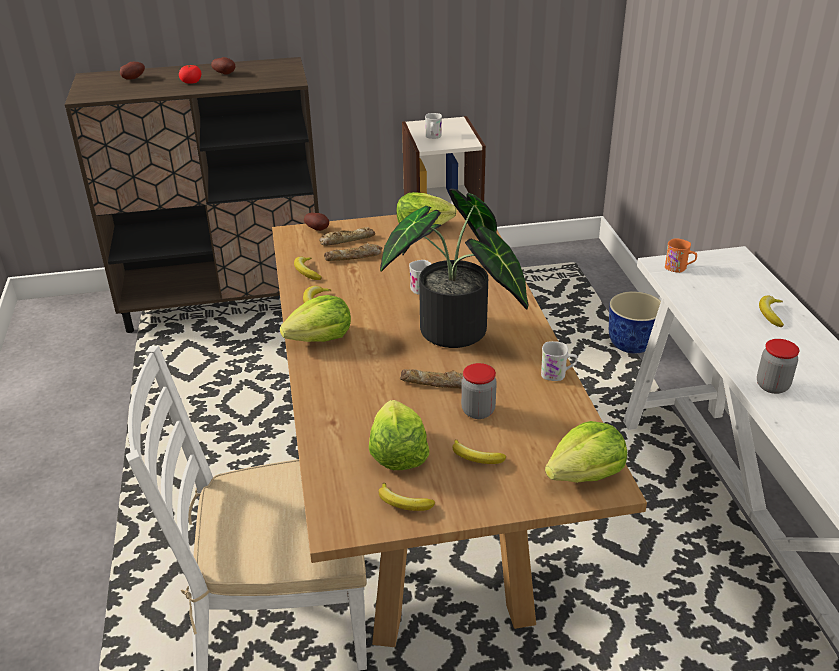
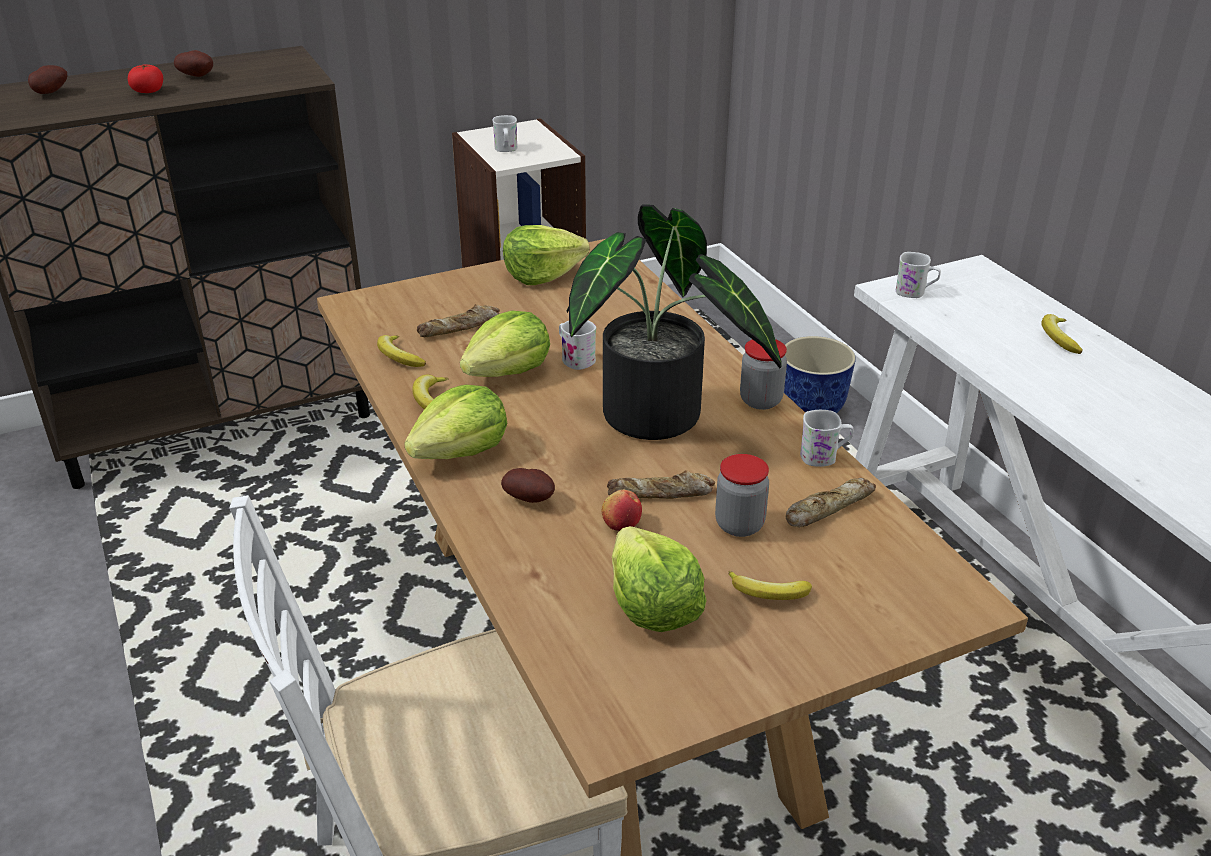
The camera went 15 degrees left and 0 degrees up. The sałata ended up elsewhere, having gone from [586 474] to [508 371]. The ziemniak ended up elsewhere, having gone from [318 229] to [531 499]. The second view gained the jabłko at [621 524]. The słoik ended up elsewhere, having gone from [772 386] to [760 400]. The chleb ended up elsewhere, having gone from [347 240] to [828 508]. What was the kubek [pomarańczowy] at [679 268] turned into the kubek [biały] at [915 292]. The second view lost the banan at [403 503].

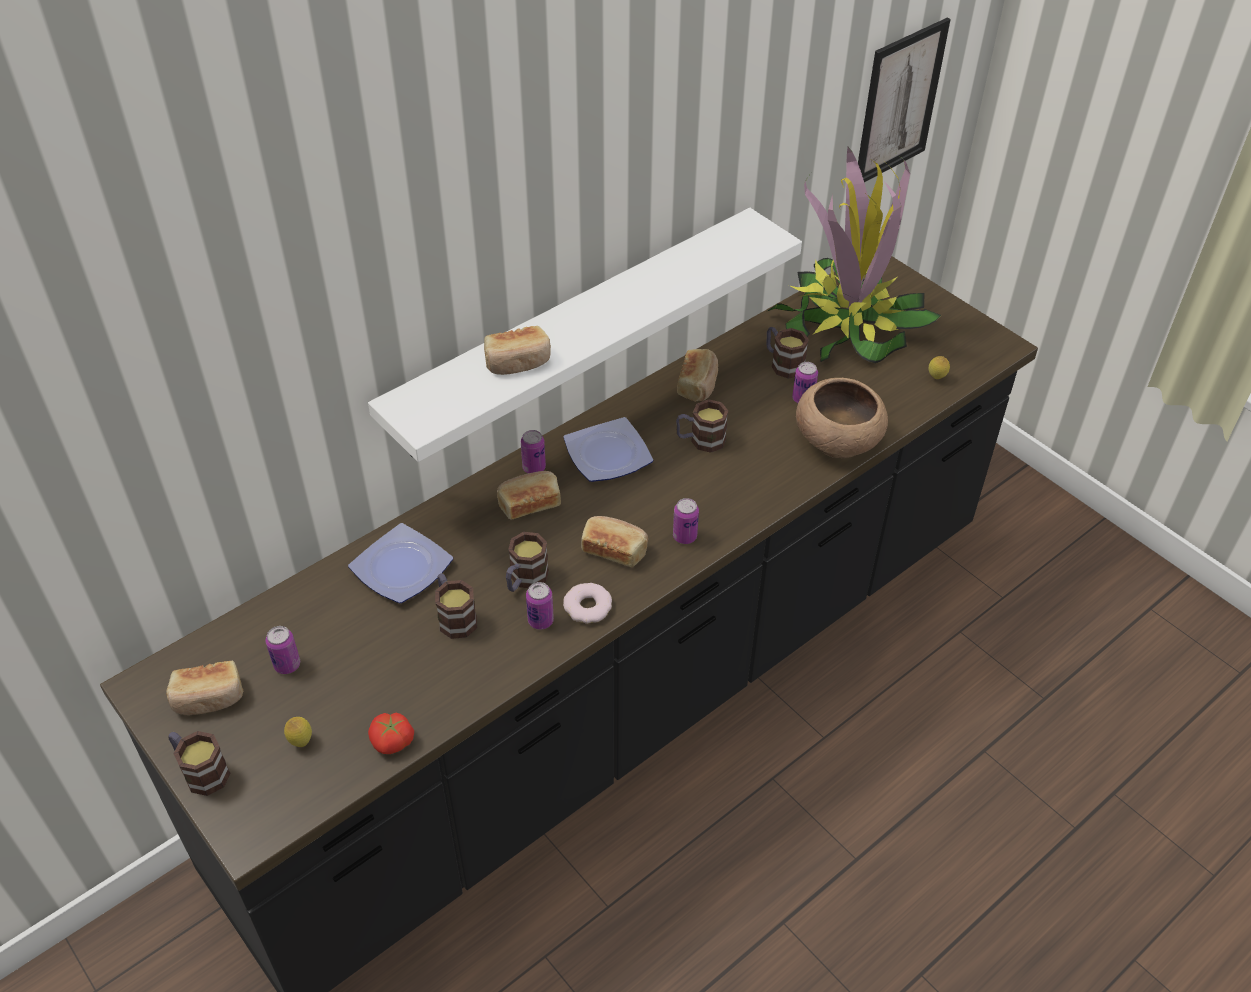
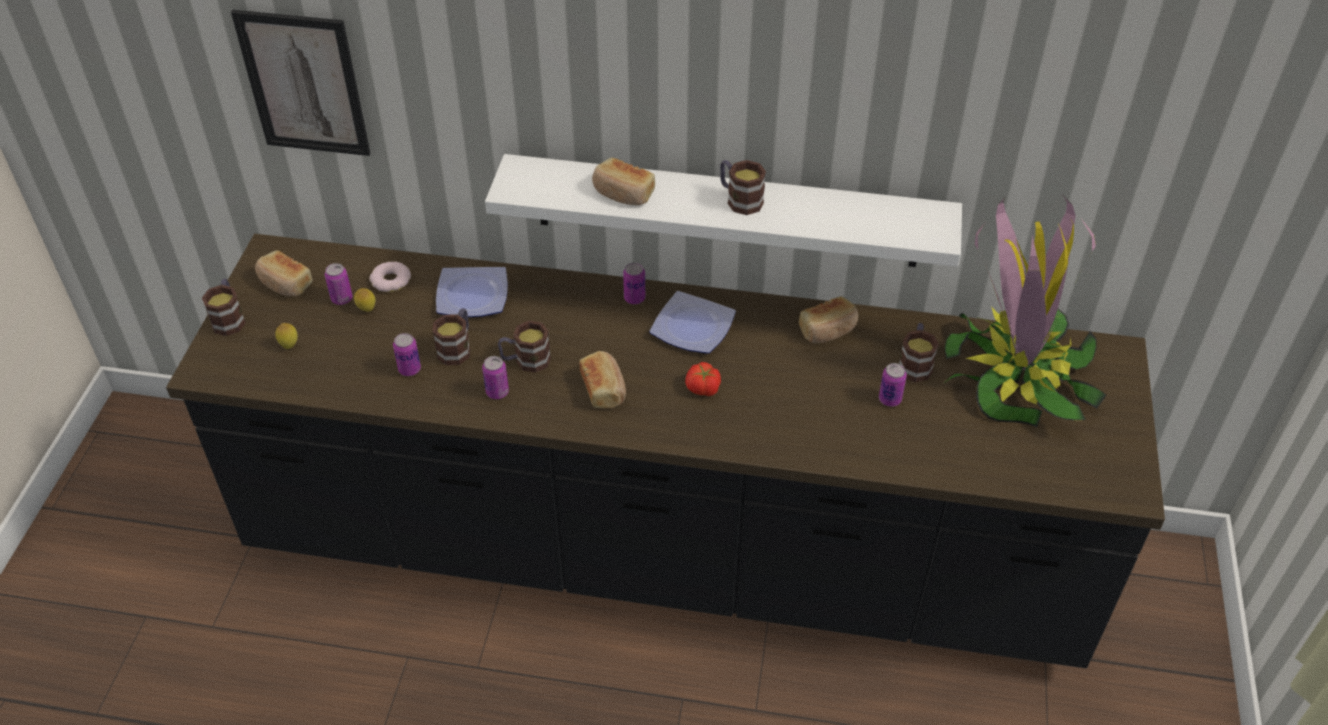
The camera went 50 degrees right and 0 degrees up. The obraz ended up elsewhere, having gone from [899 102] to [304 84]. The cytryna ended up elsewhere, having gone from [936 378] to [367 310]. The donut ended up elsewhere, having gone from [588 607] to [391 280]. The puszka ended up elsewhere, having gone from [684 536] to [409 369]. The pomidor ended up elsewhere, having gone from [392 741] to [703 388]. The kubek ended up elsewhere, having gone from [700 440] to [739 199]. The second view lost the chleb at [529 503]. The second view lost the miska [brązowy] at [838 439].

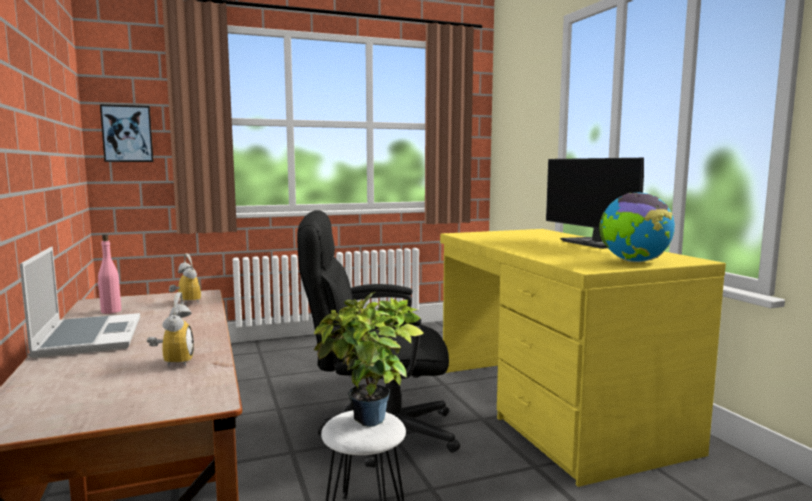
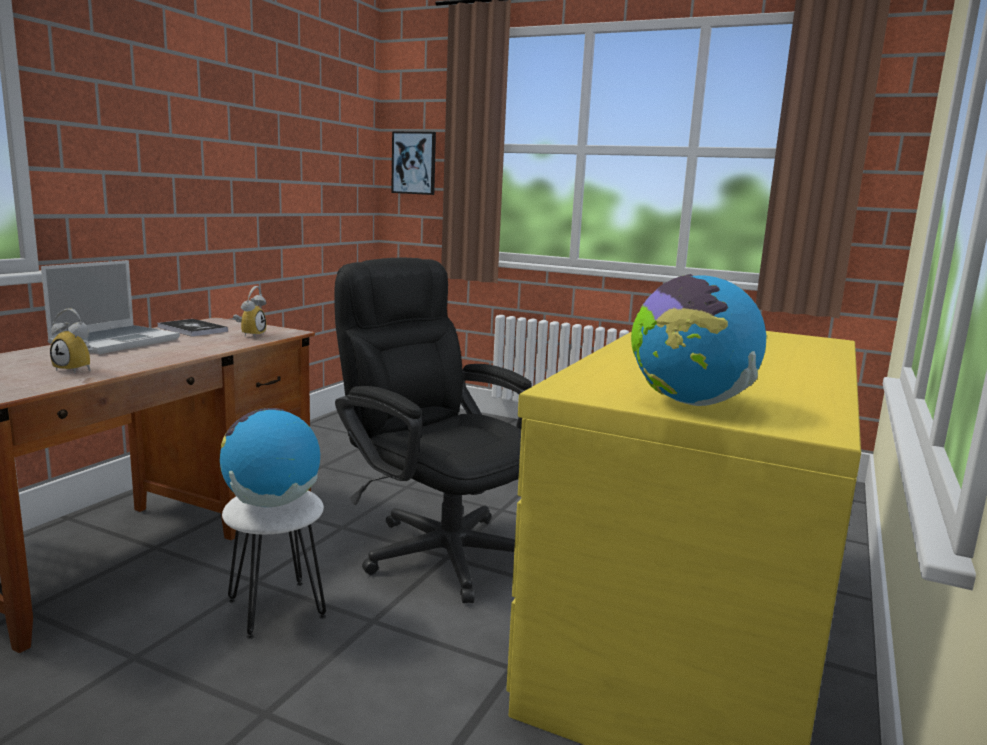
The camera went 45 degrees right and 5 degrees up. The budzik at [173 362] ended up facing another way, 75 degrees clockwise from before. Where the butelka [różowy] stood at [111 311], the książka came to stand at [192 329]. Where the roślina doniczkowa stood at [370 424], the globus came to stand at [272 503]. The second view lost the monitor at [596 243].

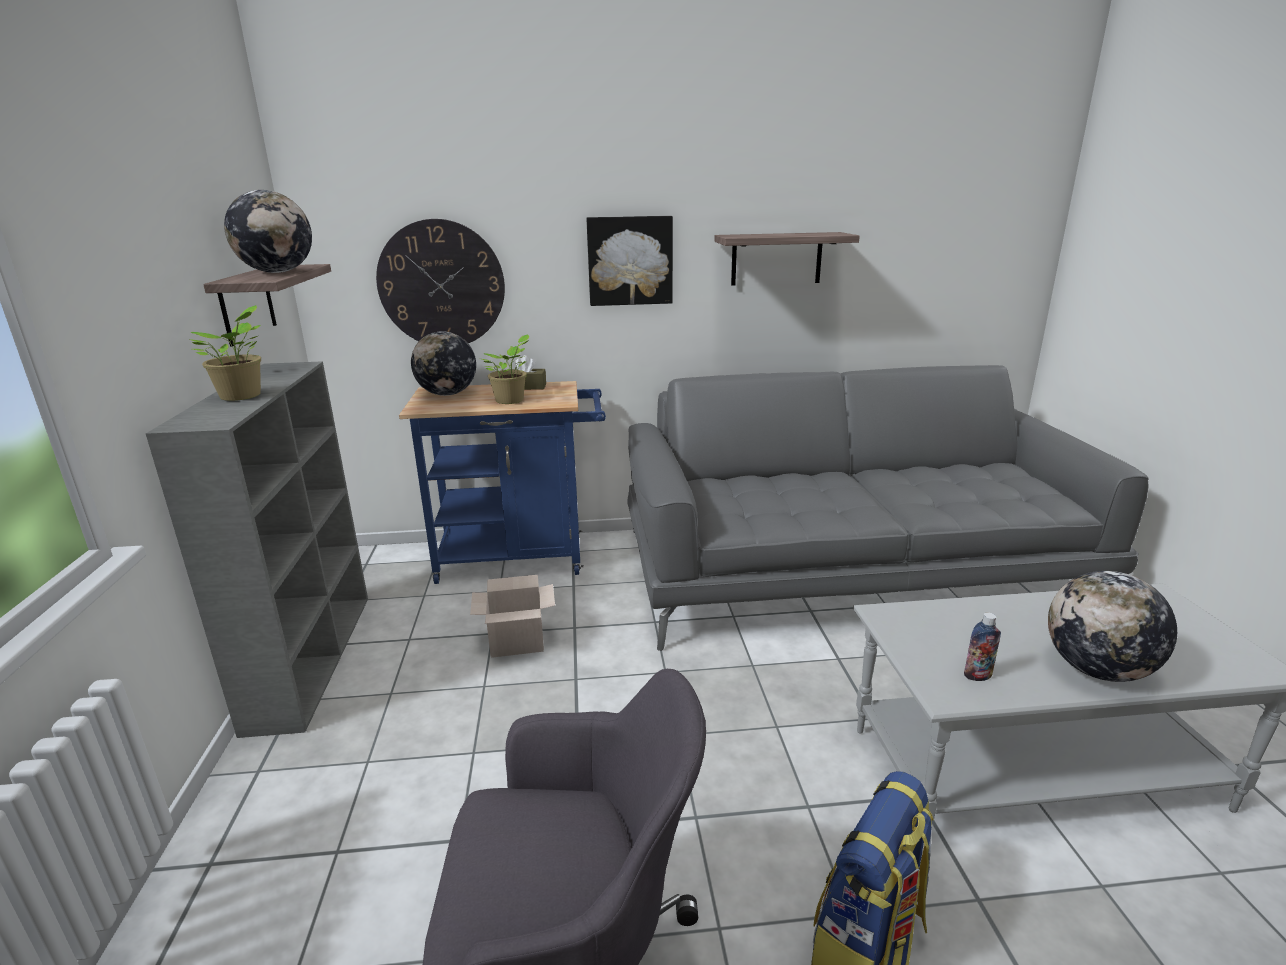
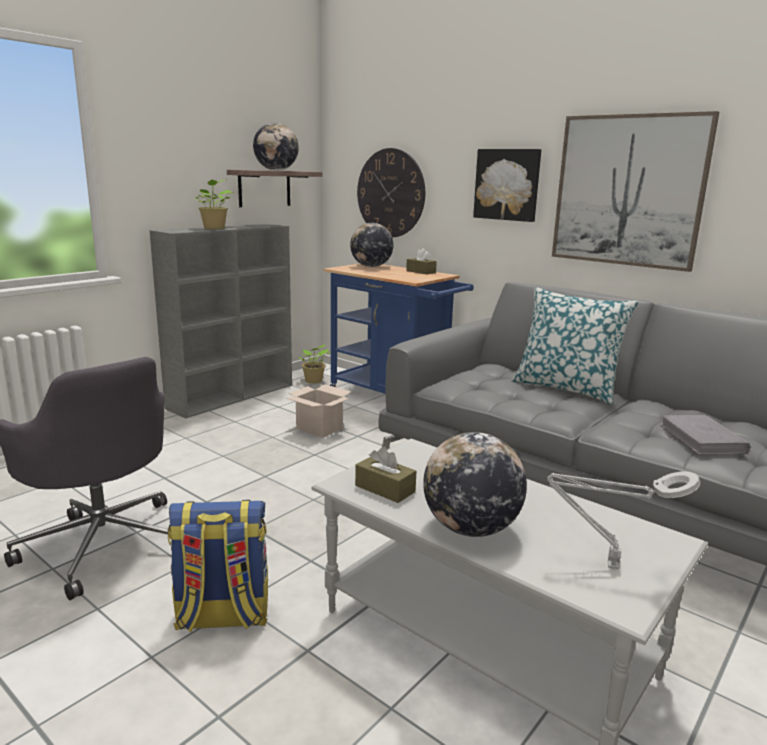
The camera went 45 degrees right and 5 degrees down. The roślina doniczkowa ended up elsewhere, having gone from [511 401] to [314 381]. Where the butelka stood at [977 675], the pudełko chusteczek [brązowy] came to stand at [385 489]. The second view gained the poduszka at [566 388]. The second view gained the lampa stołowa [szary] at [608 565]. Where the półka hung at [776 259], the obraz came to hang at [628 191]. The second view gained the książka [szary] at [702 439].

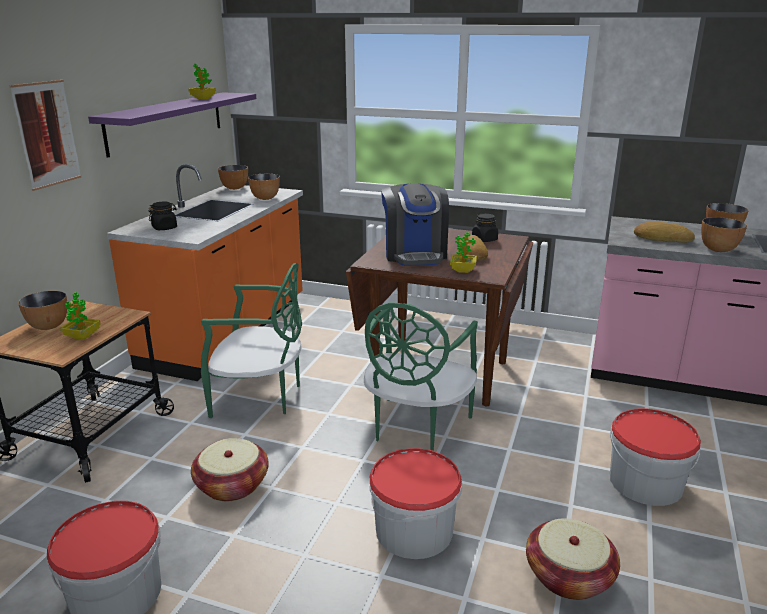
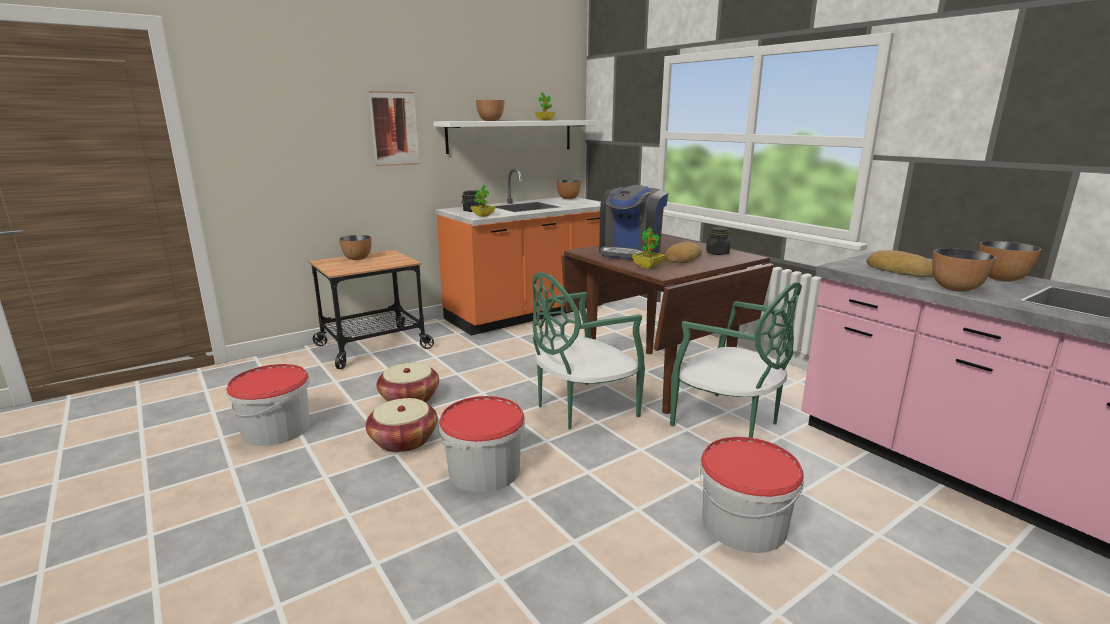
The camera went 35 degrees right and 5 degrees down. The koszyk ended up elsewhere, having gone from [568 576] to [403 440]. What was the półka [fioletowy] at [167 122] turned into the półka [biały] at [511 136]. The roślina doniczkowa ended up elsewhere, having gone from [82 336] to [483 215]. The miska ended up elsewhere, having gone from [265 198] to [490 121]. The krzesło [zielony] ended up elsewhere, having gone from [260 397] to [729 422].

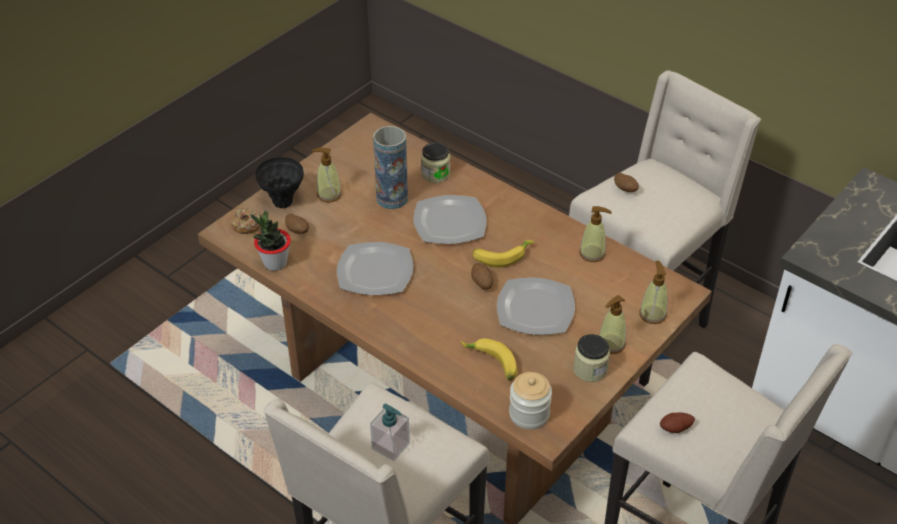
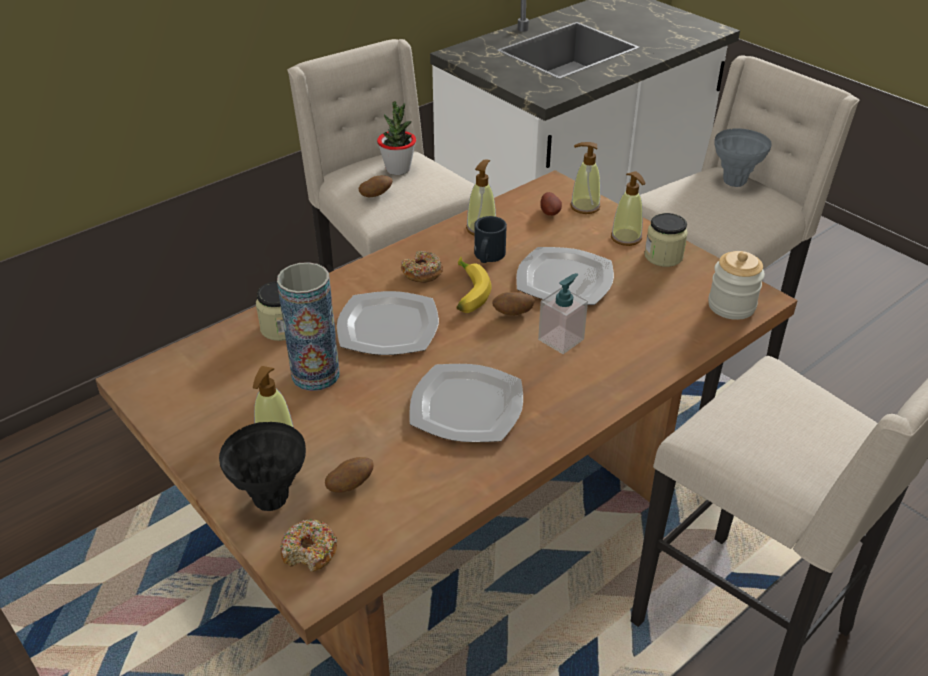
The camera went 80 degrees left and 5 degrees down. The roślina doniczkowa ended up elsewhere, having gone from [275 263] to [398 169]. The second view gained the donut at [422 273]. The second view gained the kubek [czarny] at [488 257]. The dozownik mydła ended up elsewhere, having gone from [391 446] to [561 339]. The ziemniak ended up elsewhere, having gone from [676 429] to [550 212]. The second view gained the wazon [szary] at [734 182]. The second view lost the banan at [490 364].

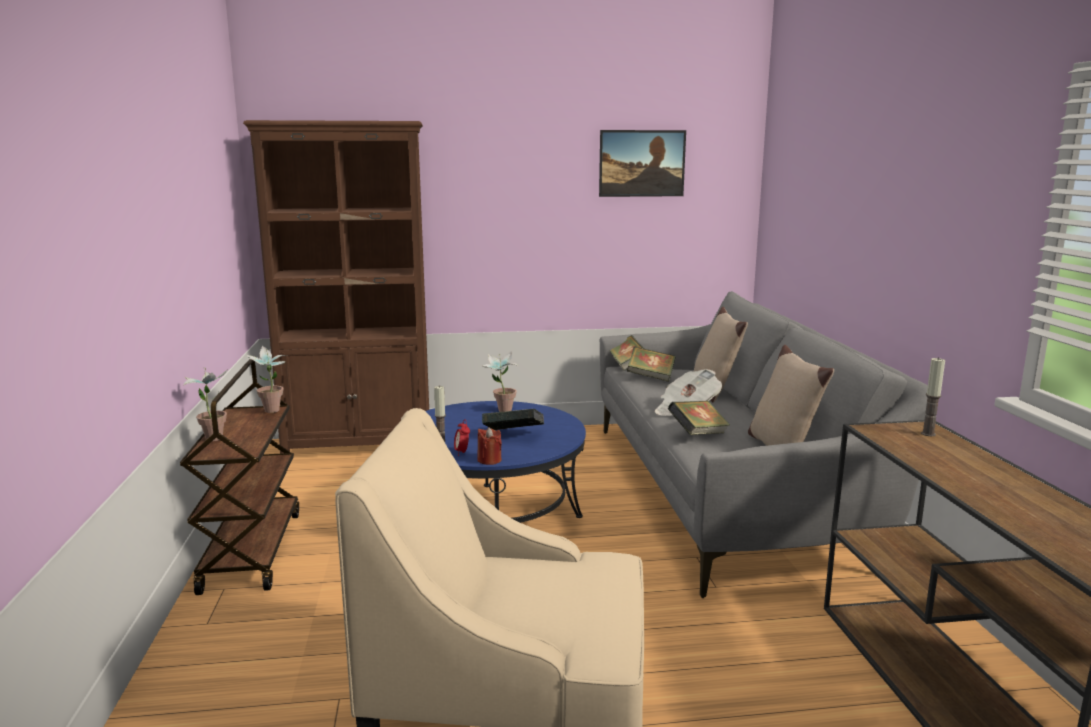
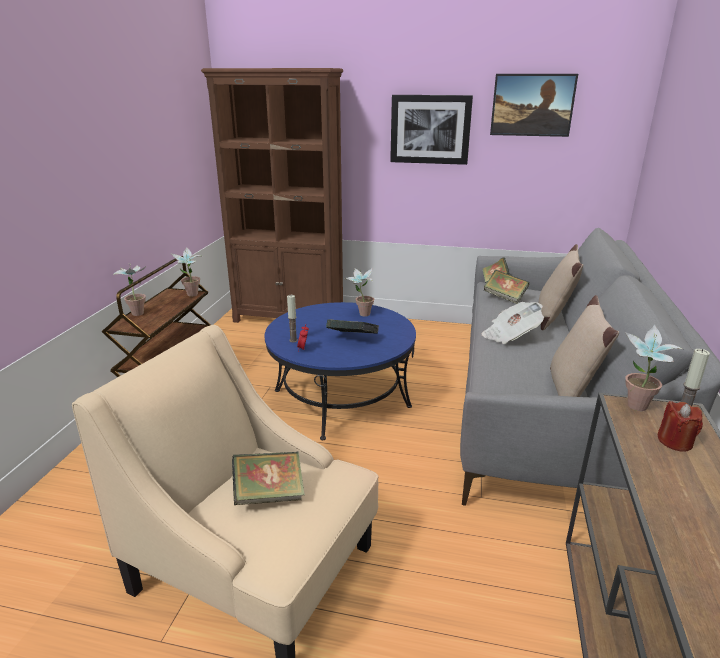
The camera went 20 degrees right and 10 degrees up. The książka ended up elsewhere, having gone from [698 434] to [269 495]. The second view gained the obraz at [430 129]. The second view gained the roślina doniczkowa at [636 409]. The świeca [czerwony] ended up elsewhere, having gone from [489 460] to [675 442].

